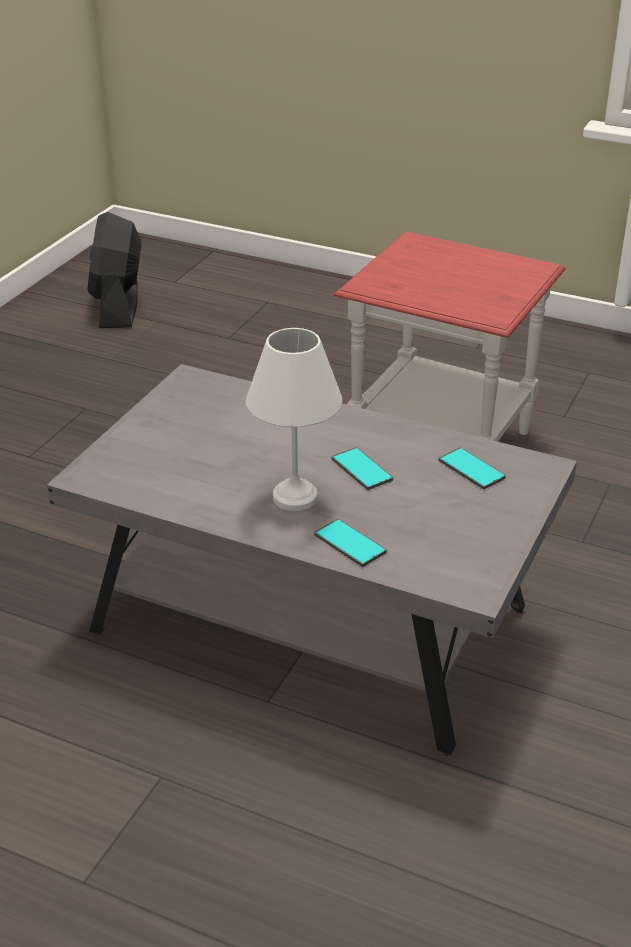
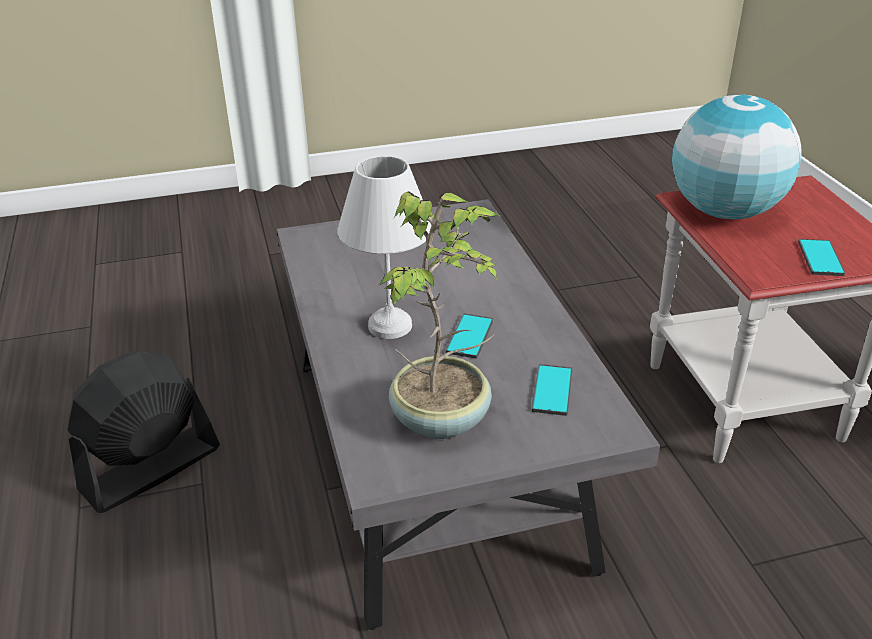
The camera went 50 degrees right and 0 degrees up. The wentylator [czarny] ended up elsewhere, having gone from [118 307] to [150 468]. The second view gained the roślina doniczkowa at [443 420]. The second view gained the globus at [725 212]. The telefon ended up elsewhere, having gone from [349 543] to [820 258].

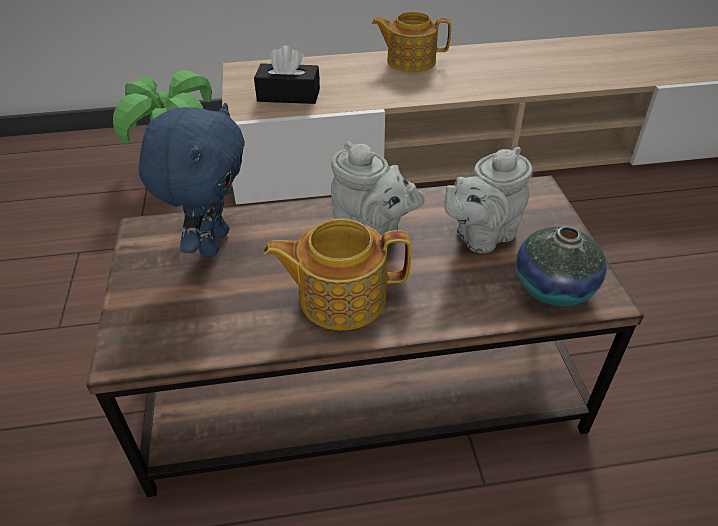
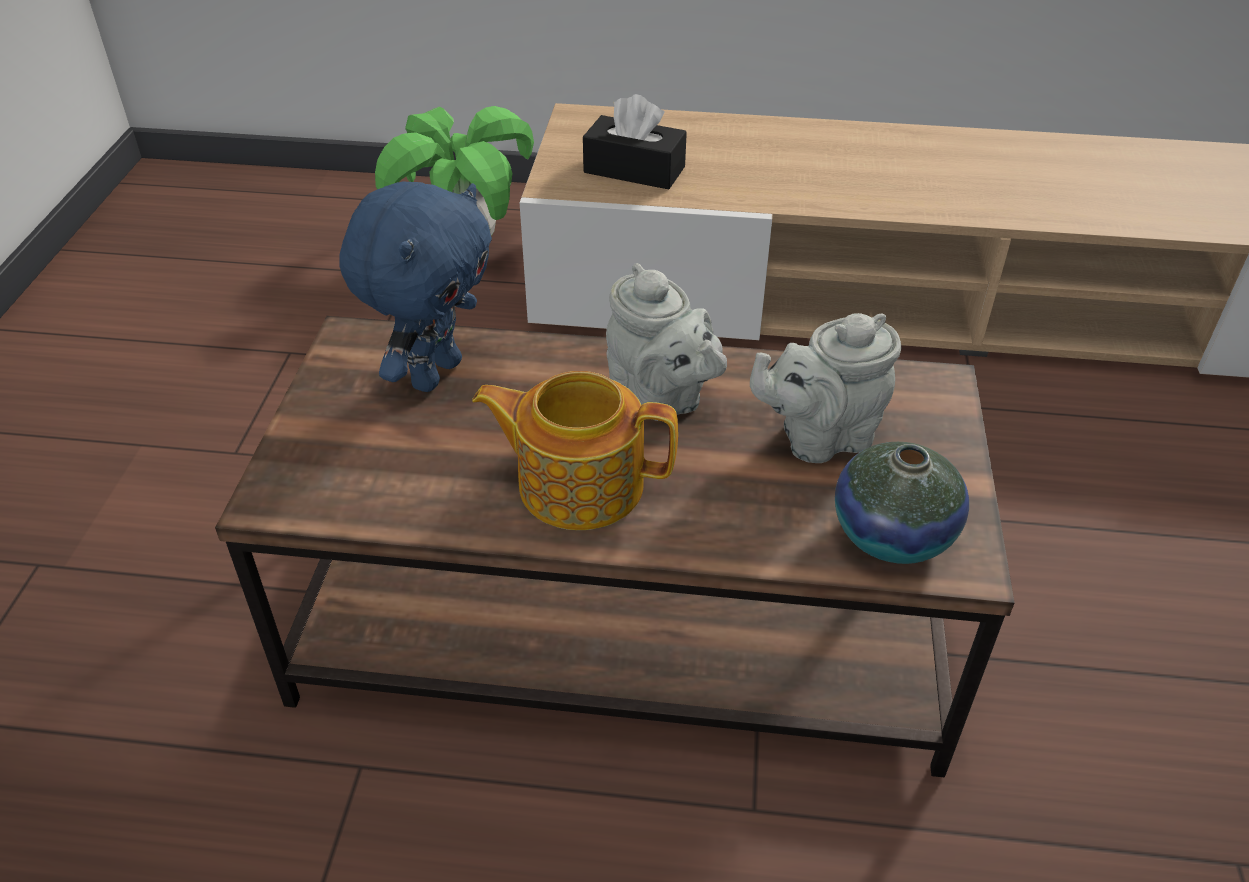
The camera went 15 degrees right and 0 degrees up. The second view lost the imbryk at [410 61].

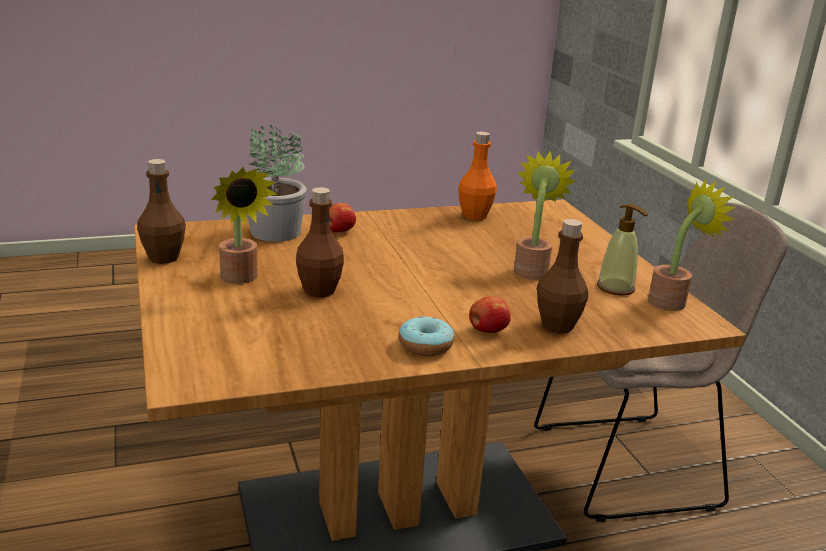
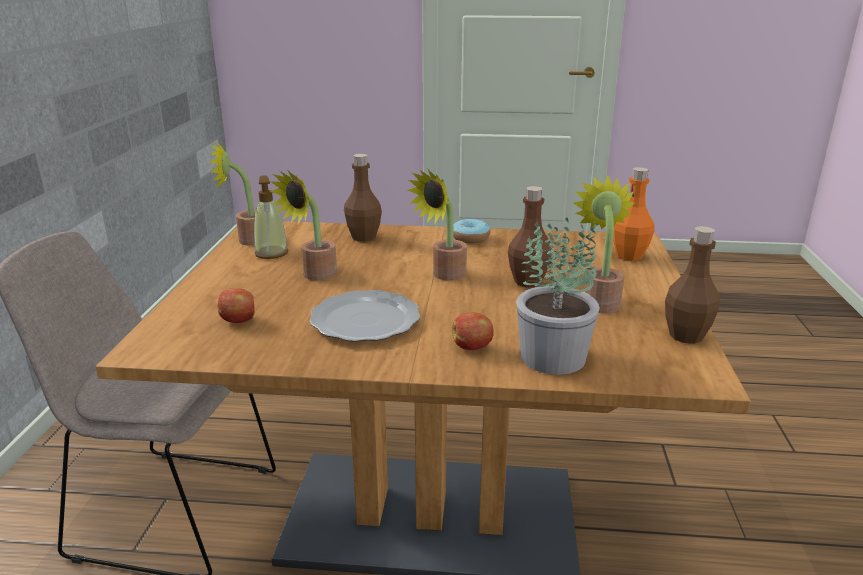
The camera went 155 degrees left and 0 degrees up. The jabłko ended up elsewhere, having gone from [487 330] to [239 321]. The second view gained the talerz at [367 320]. The second view gained the roślina doniczkowa at [444 275]. The butelka [pomarańczowy] ended up elsewhere, having gone from [475 216] to [629 256].

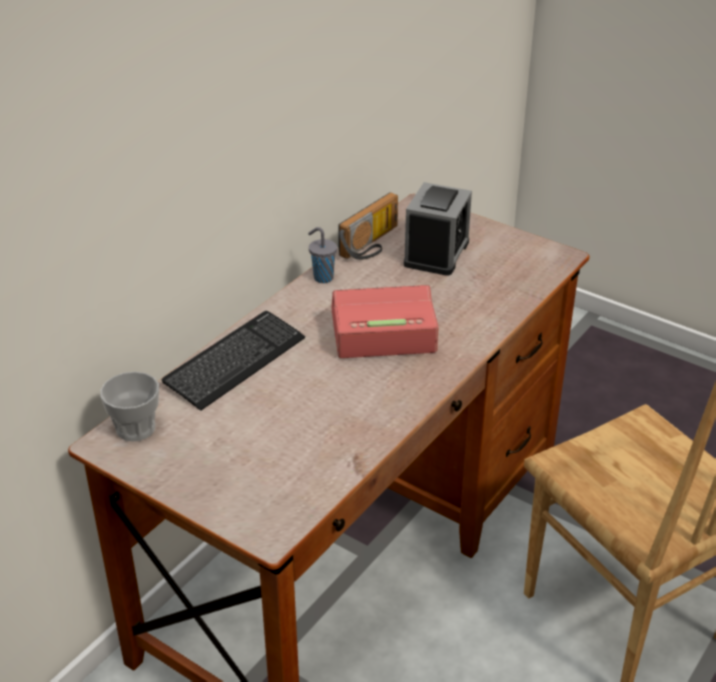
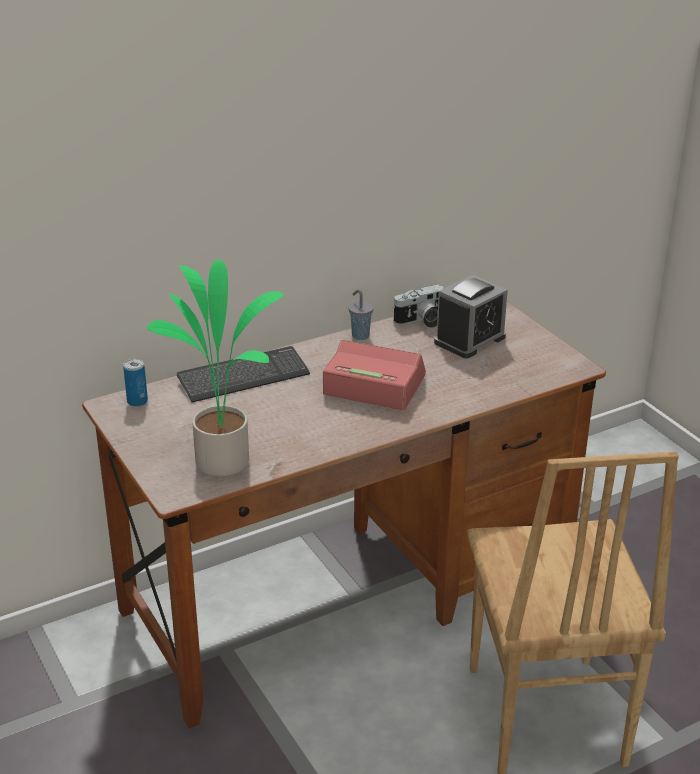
The camera went 25 degrees right and 5 degrees down. Where the filiżanka stood at [135 428], the puszka came to stand at [137 401]. The second view gained the roślina doniczkowa at [224 461]. Where the radio stood at [373 244], the aparat fotograficzny came to stand at [422 321].

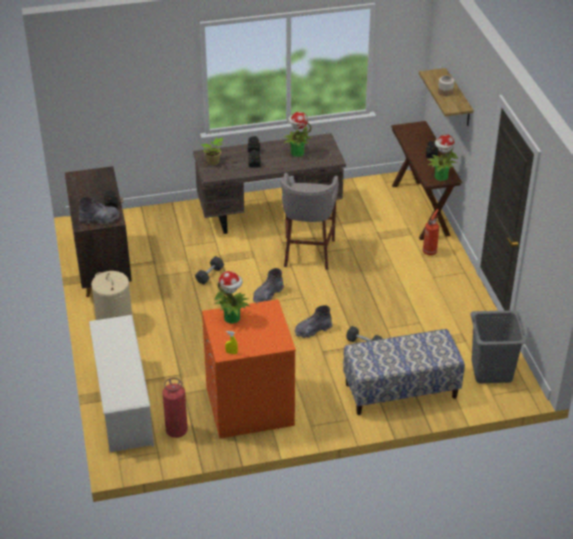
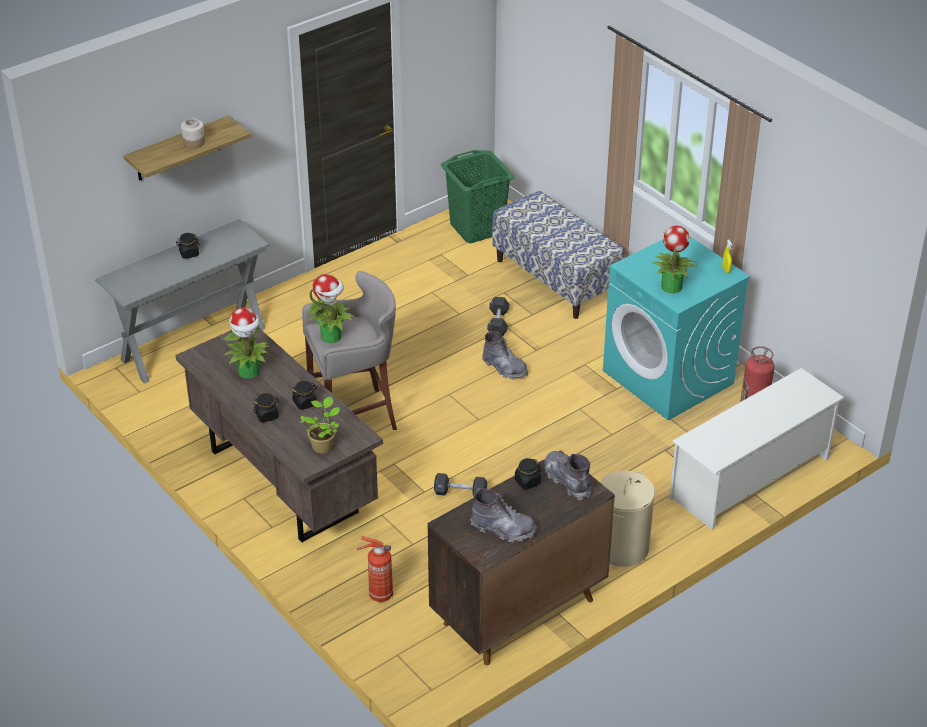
The camera went 115 degrees left and 0 degrees up. What was the stolik konsolowy [brązowy] at [420 210] turned into the stolik konsolowy [szary] at [194 344]. The roślina doniczkowa ended up elsewhere, having gone from [441 177] to [332 336]. The gaśnica ended up elsewhere, having gone from [430 251] to [379 594]. What was the kosz na pranie [szary] at [492 371] turned into the kosz na pranie [zielony] at [477 228]. The but z cholewką [szary] ended up elsewhere, having gone from [267 295] to [503 529]. What was the pralka [pomarańczowy] at [249 406] turned into the pralka [turkusowy] at [669 377].

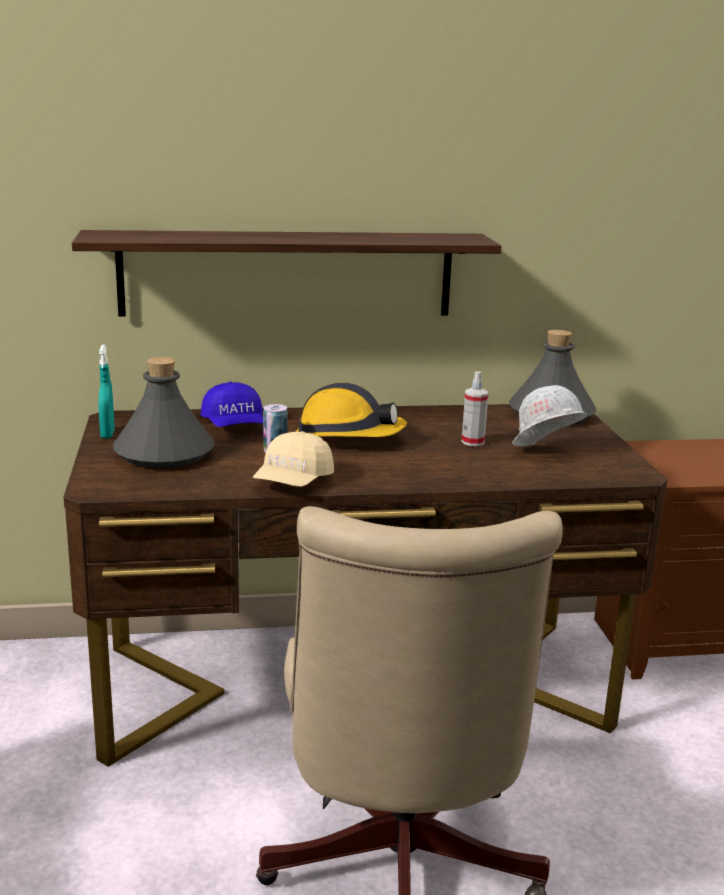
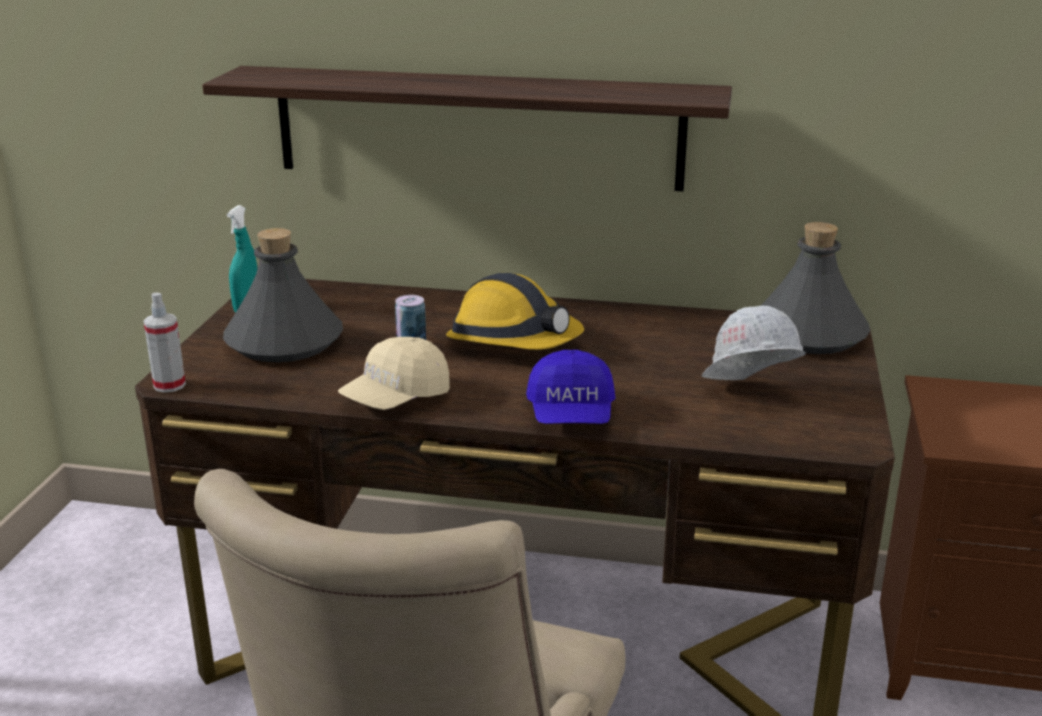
The camera went 20 degrees right and 5 degrees up. The spryskiwacz ended up elsewhere, having gone from [473 442] to [169 385]. The czapka z daszkiem [niebieski] ended up elsewhere, having gone from [234 426] to [571 415].

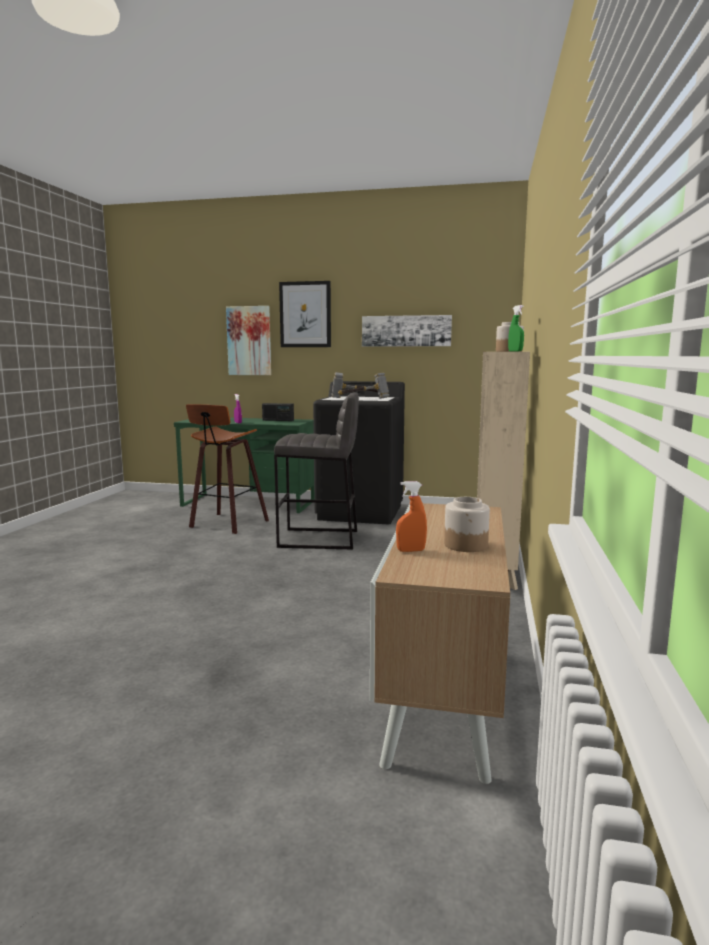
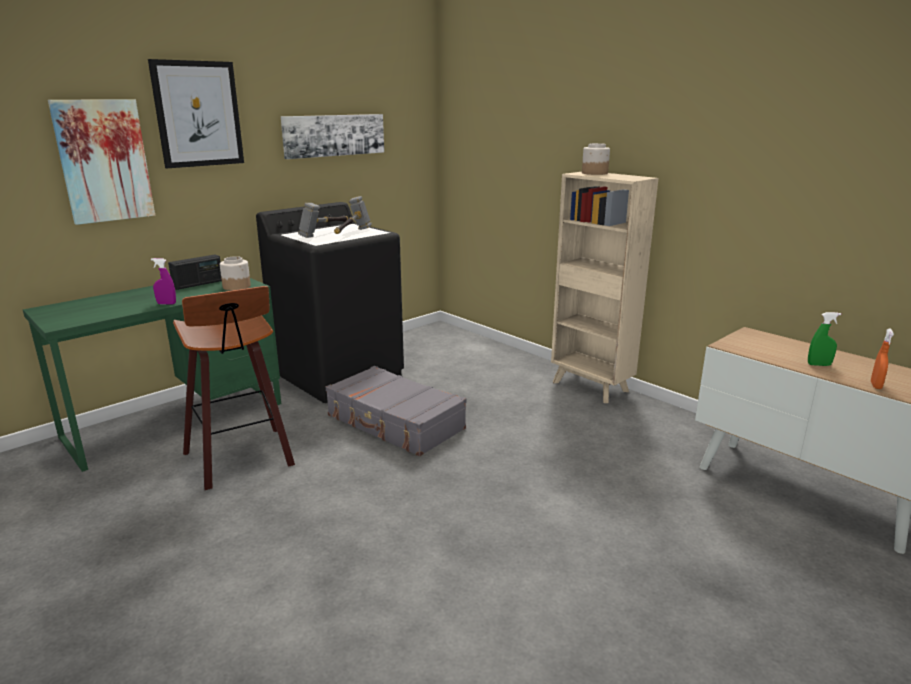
The camera went 55 degrees left and 10 degrees up. The słoik ended up elsewhere, having gone from [466 545] to [237 286]. Where the stołek [szary] stood at [319 539], the walizka [szary] came to stand at [395 423]. The spryskiwacz [zielony] ended up elsewhere, having gone from [515 351] to [819 365].

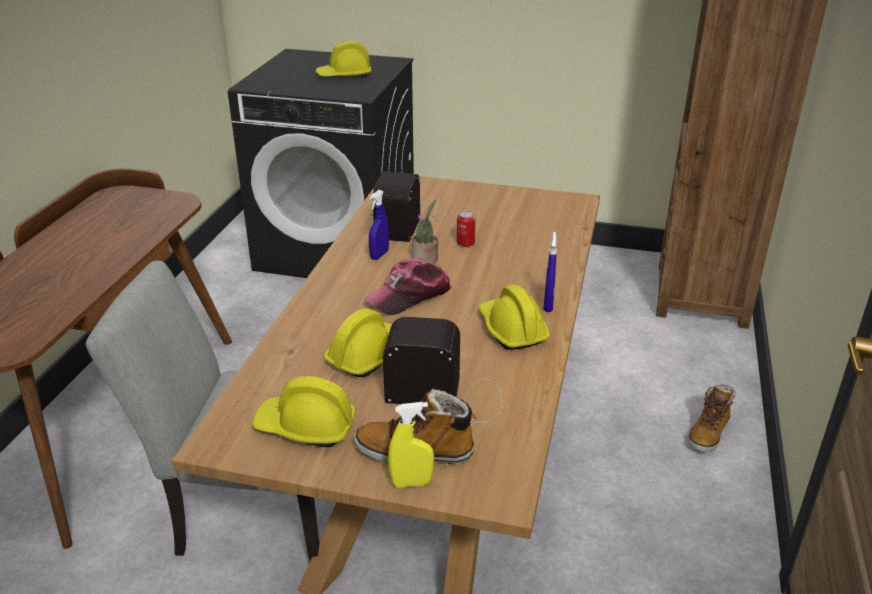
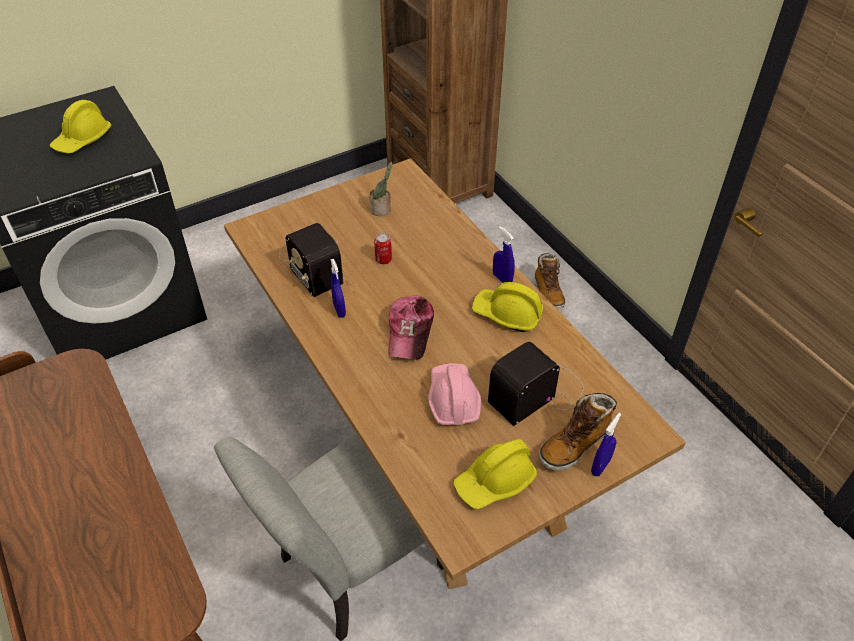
The camera went 45 degrees left and 15 degrees up. The roślina doniczkowa ended up elsewhere, having gone from [426 260] to [382 209]. What was the kask [żółty] at [367 355] turned into the kask [różowy] at [453 399]. What was the spryskiwacz [żółty] at [411 483] turned into the spryskiwacz [niebieski] at [600 466].

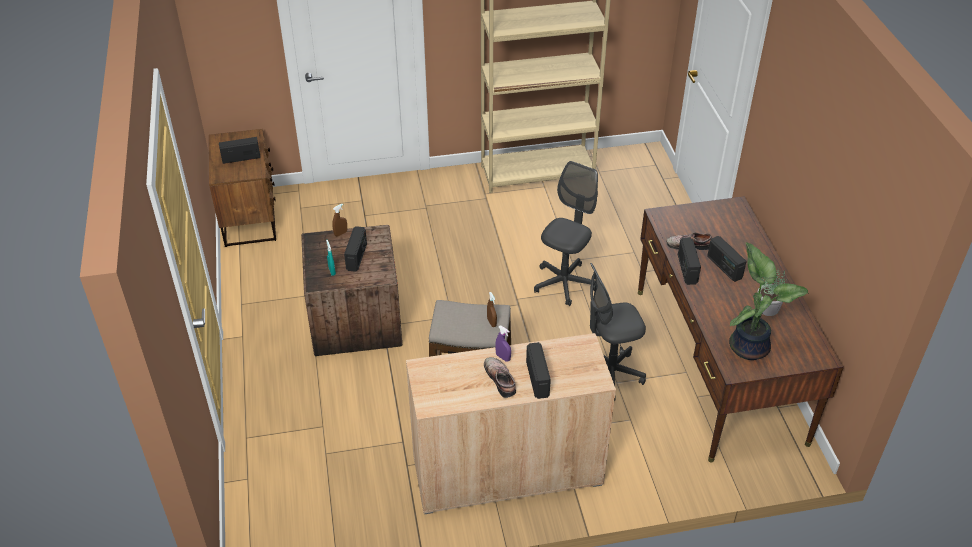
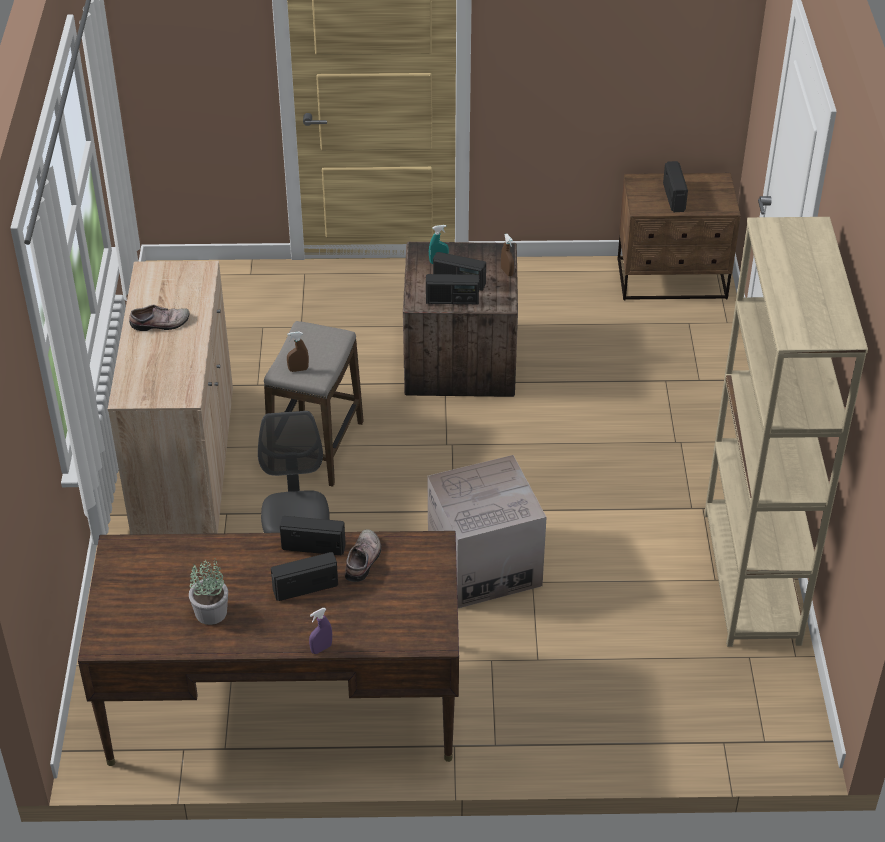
The camera went 100 degrees right and 0 degrees up. The spryskiwacz [fioletowy] ended up elsewhere, having gone from [503 357] to [321 648]. The radio ended up elsewhere, having gone from [538 379] to [452 300]. Where the krzesło biurowe [szary] stood at [564 283], the karton came to stand at [484 565]. The second view lost the roślina doniczkowa at [750 346].

